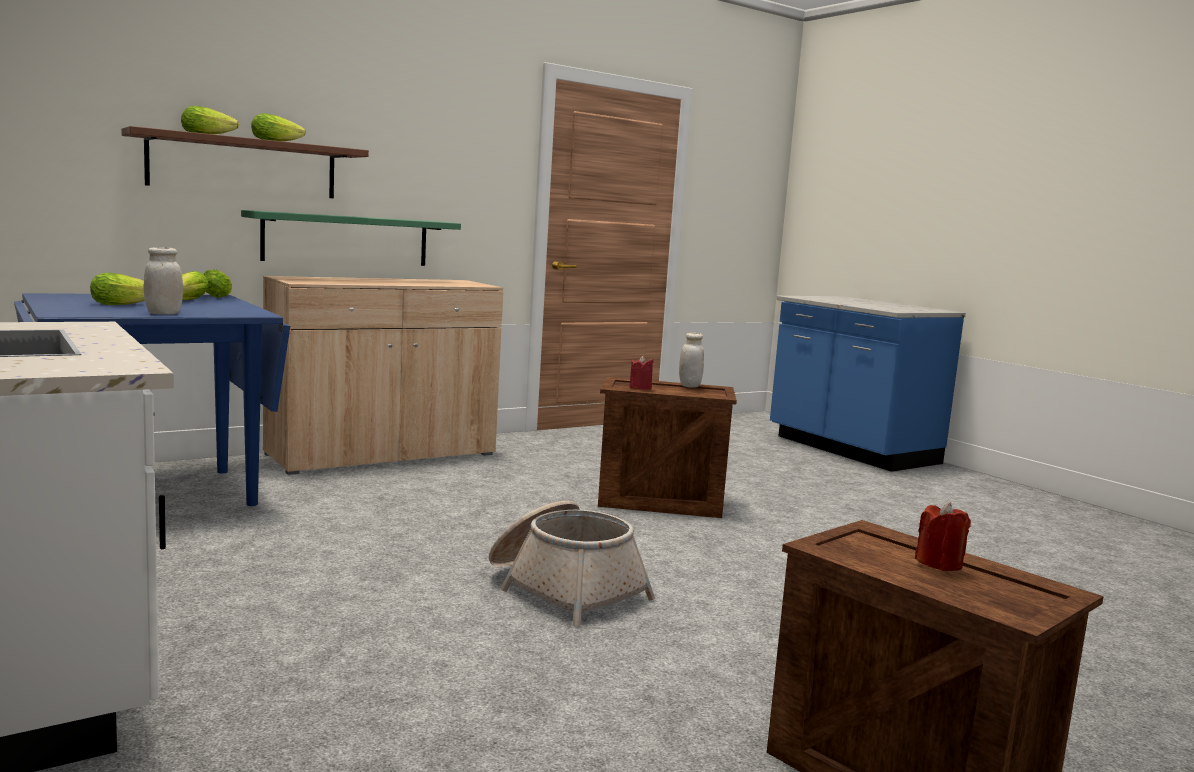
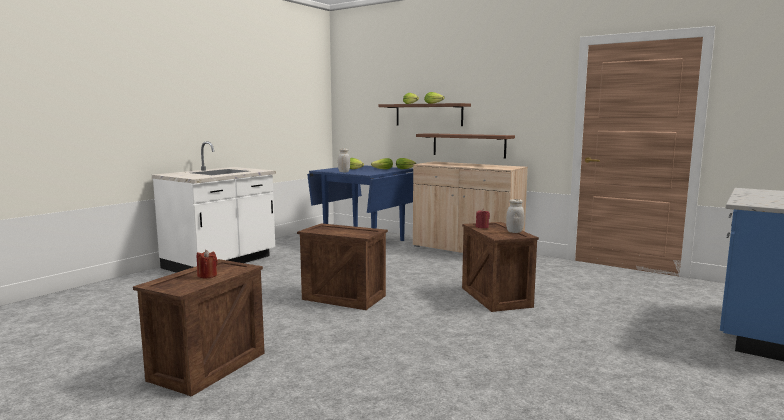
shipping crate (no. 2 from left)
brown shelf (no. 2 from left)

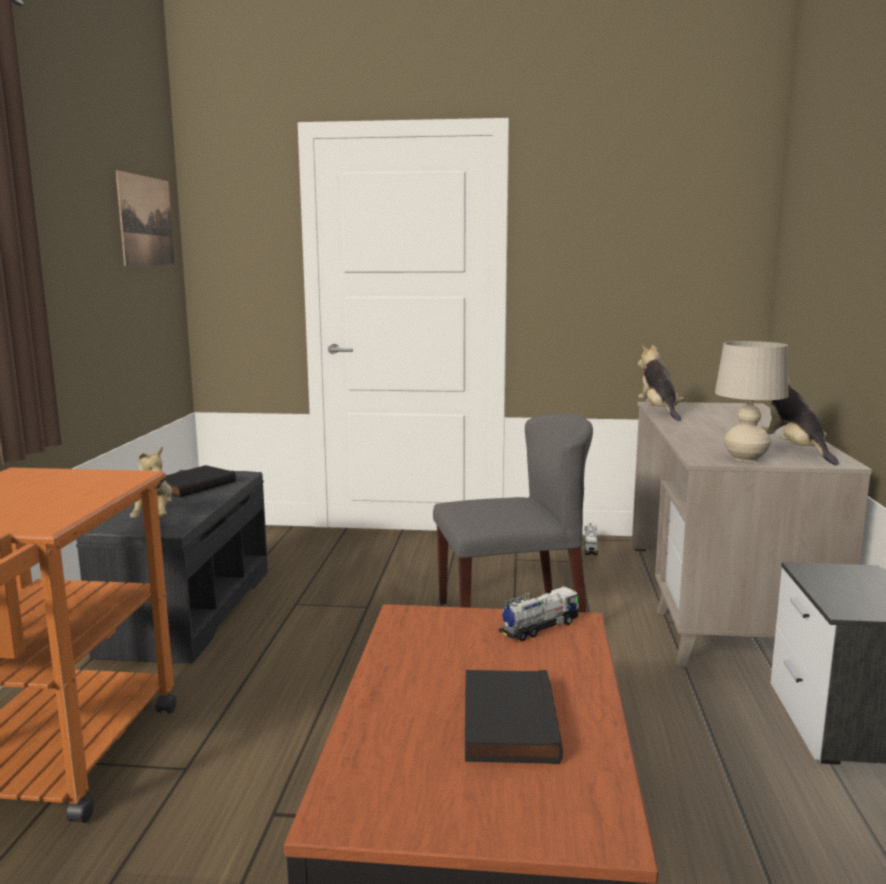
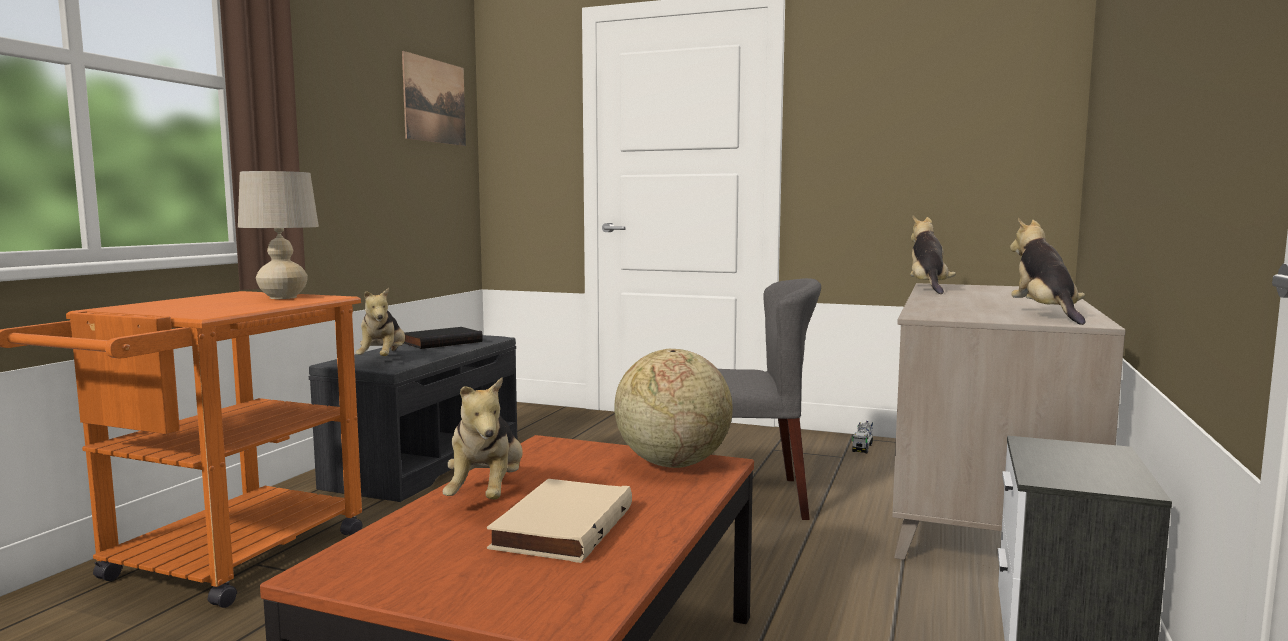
plush toy (no. 2 from left)
beige-coloured table lamp
globe
beige-coloured bound book

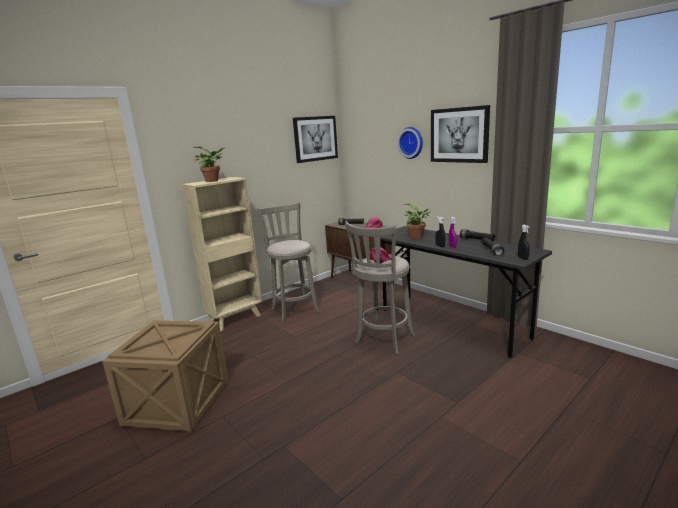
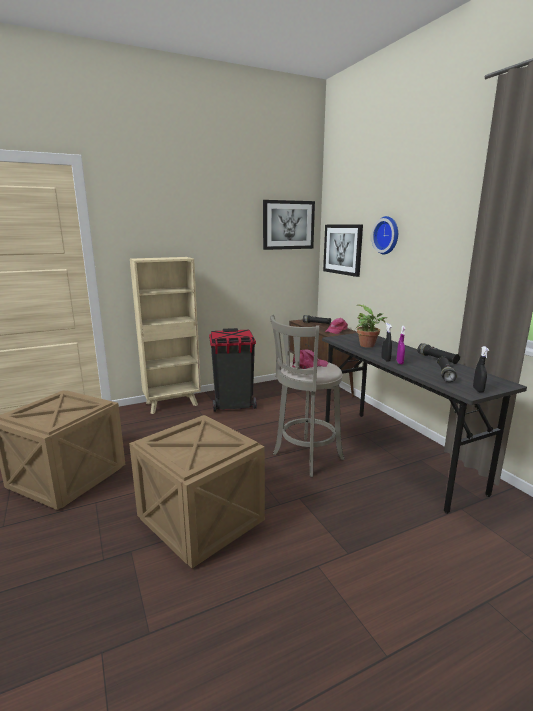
potted plant (no. 1 from left in the first image)
shipping crate (no. 2 from left)
picture (no. 2 from left)
black-coloured rubbish bin

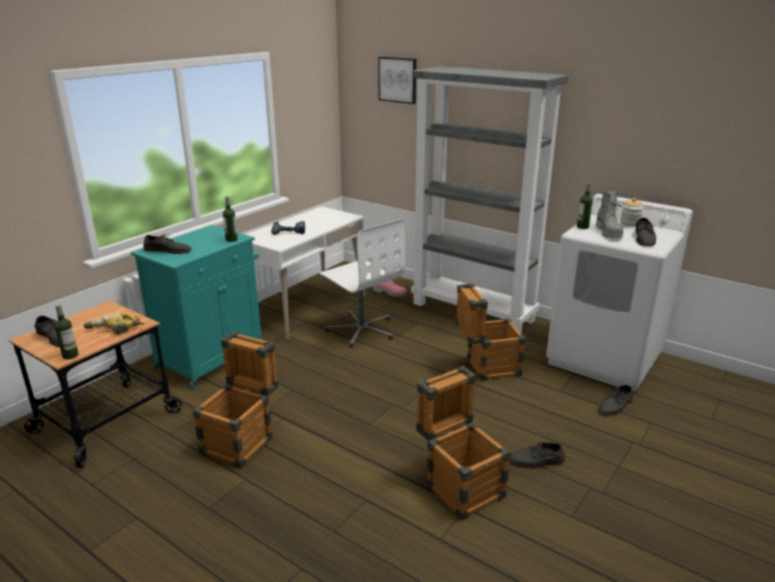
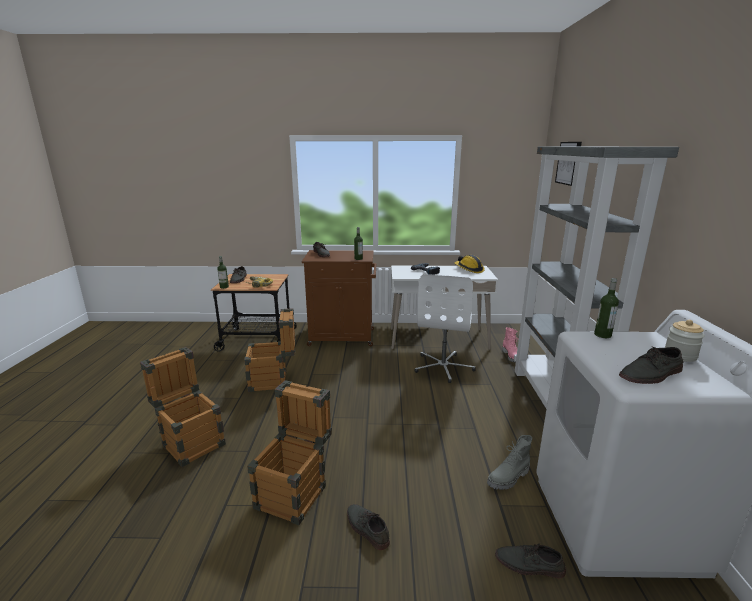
safety helmet
shipping crate (no. 1 from left)
greyish high-top boot
brown cabinet

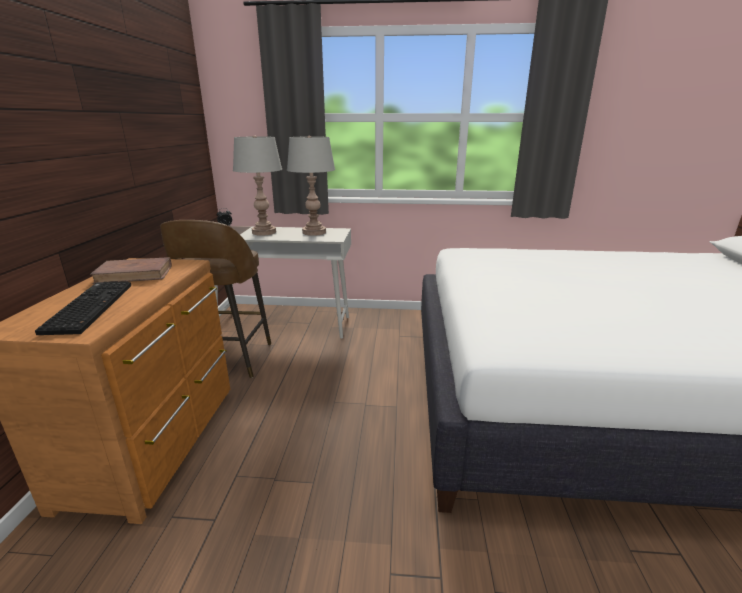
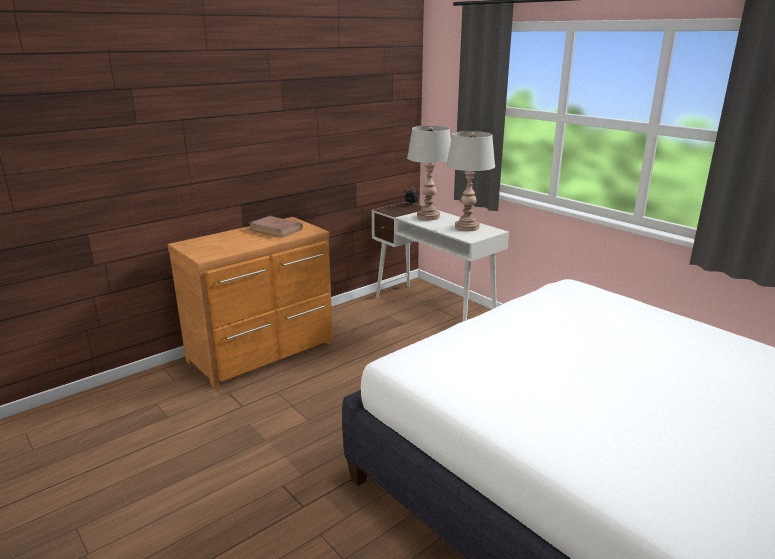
PC keyboard
brown stool

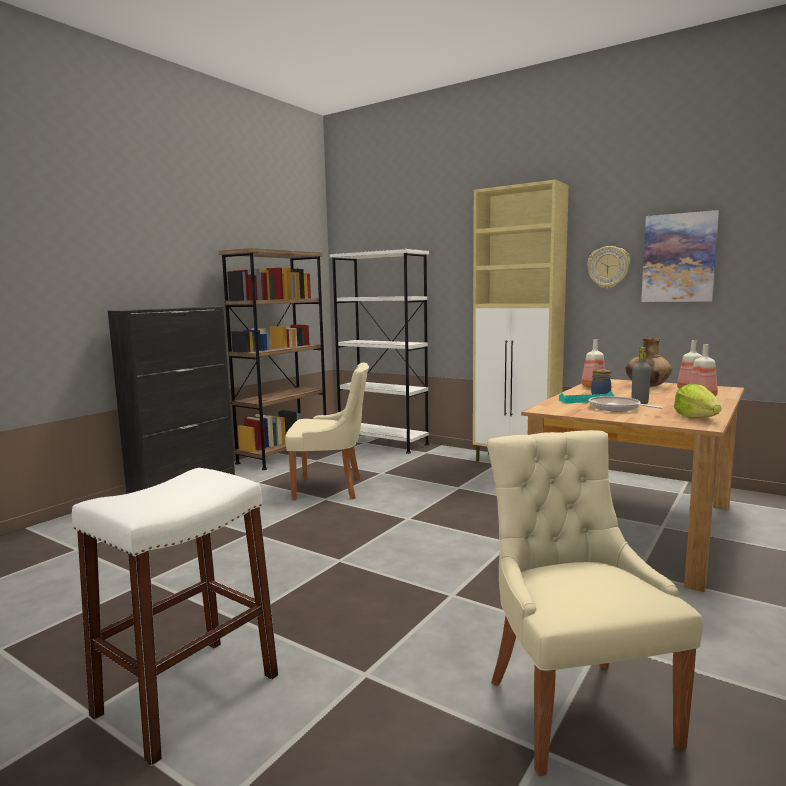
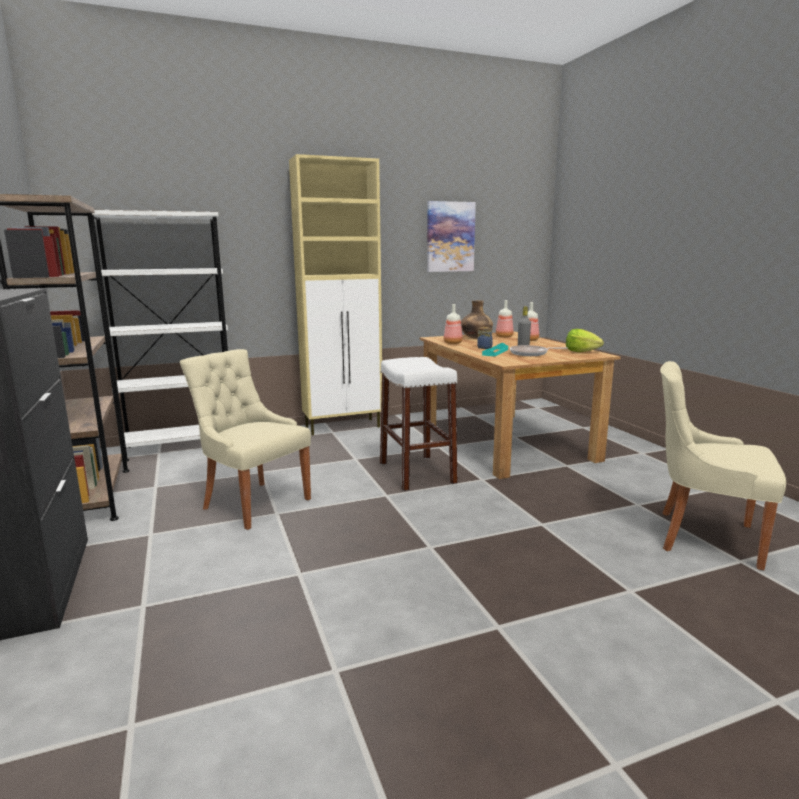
hanging clock
white stool
beige-coloured chair (no. 1 from left)

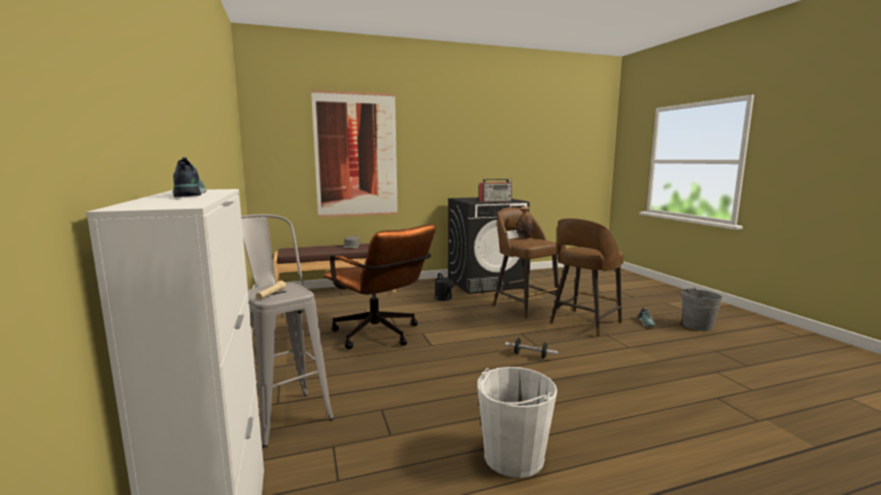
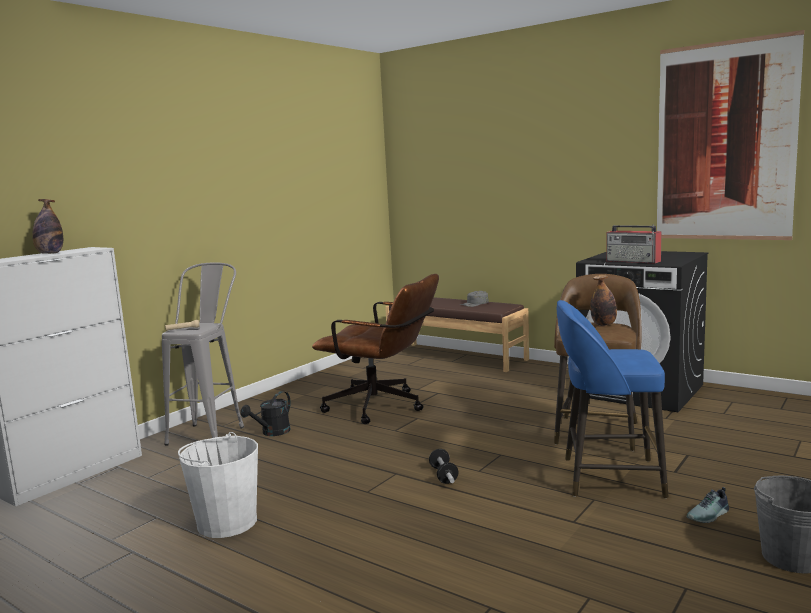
picture
black-coloured watering pot
beverage bottle (no. 1 from left)
blue-coloured stool
brown office chair

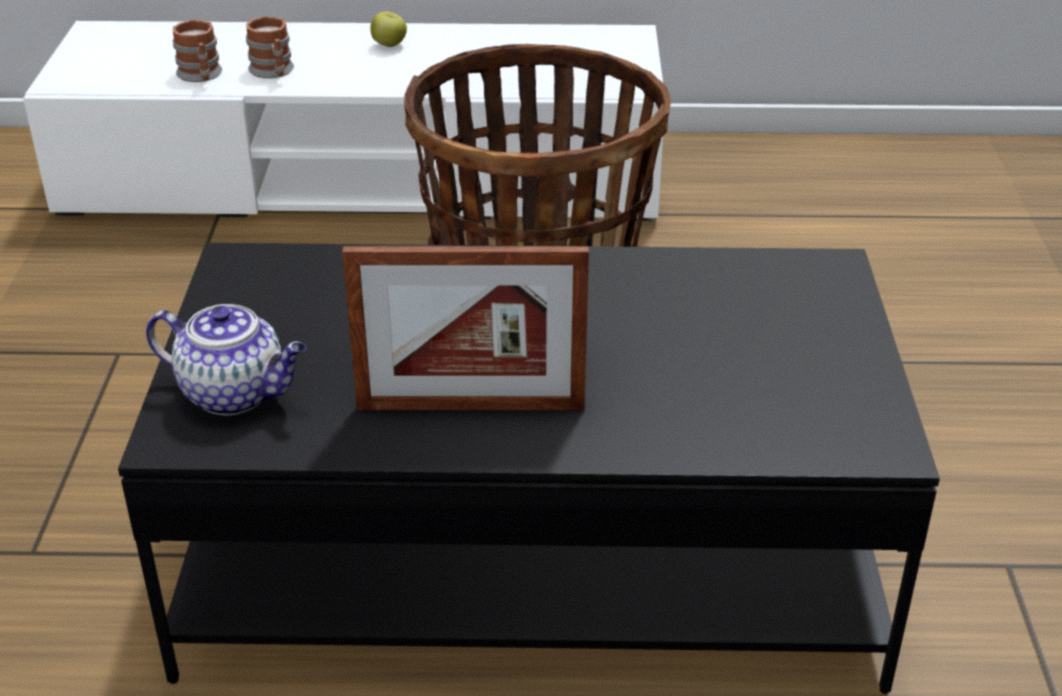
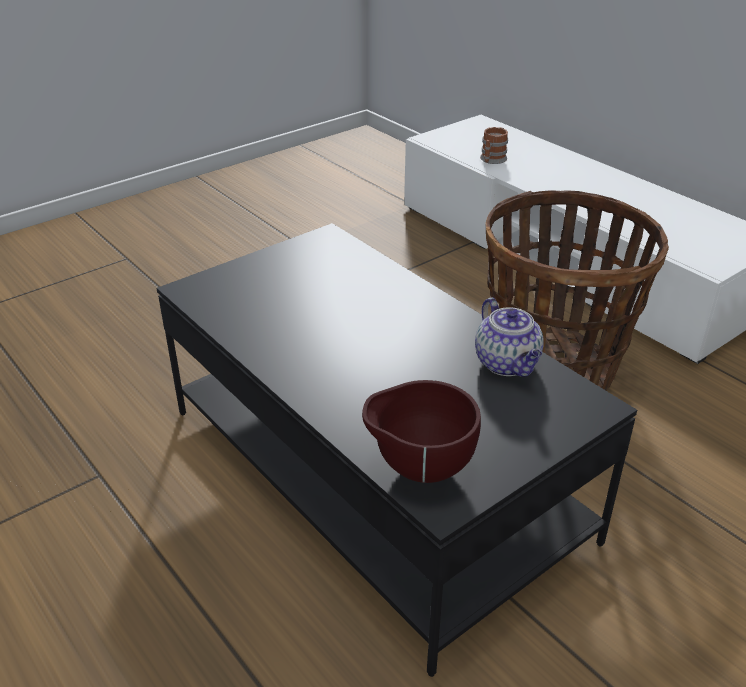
coffee mug (no. 2 from left in the first image)
standing frame
whole apple
brown deep dish
tea pot

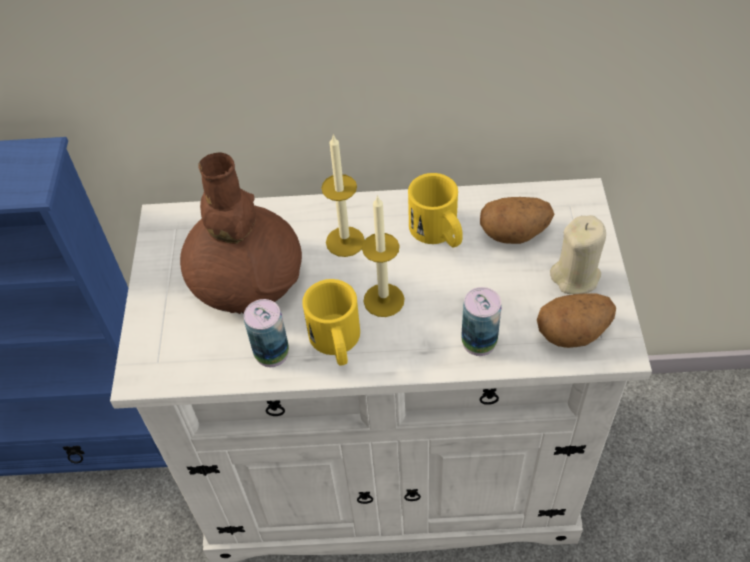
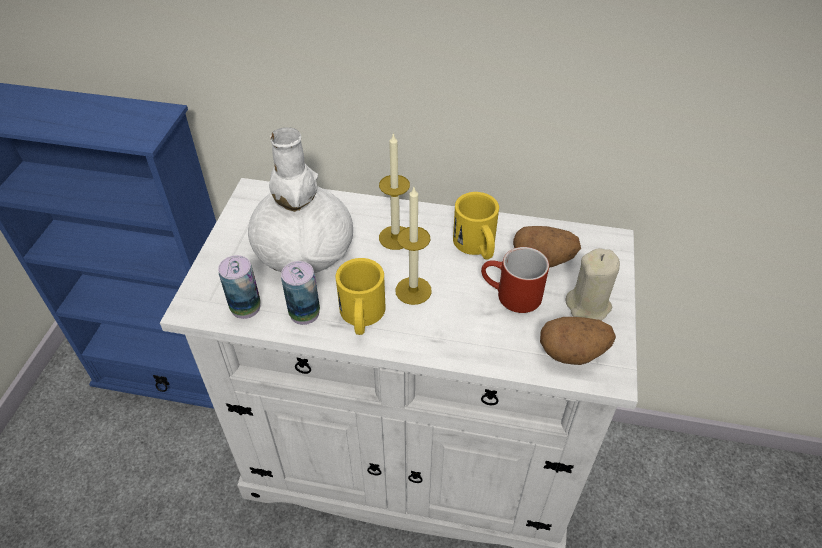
red coffee mug
can (no. 1 from left)
white decorative vase

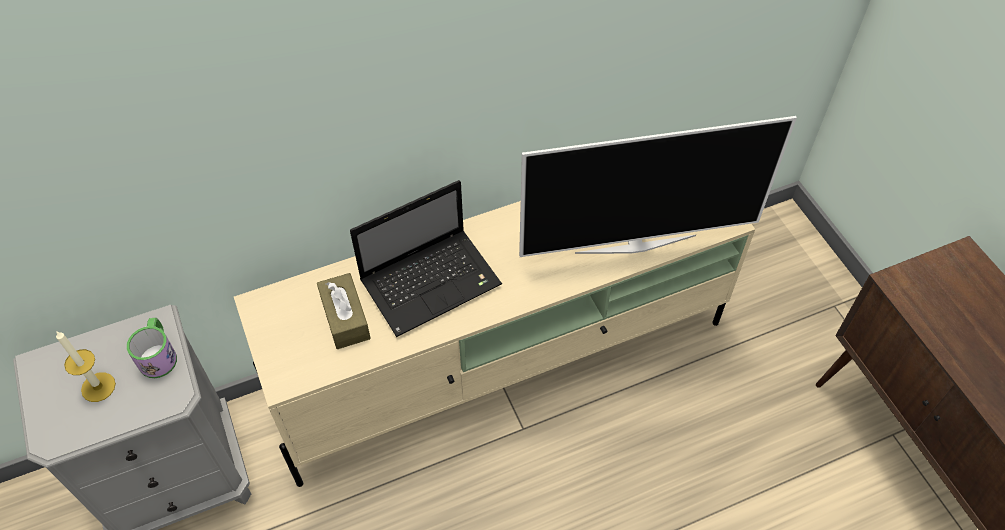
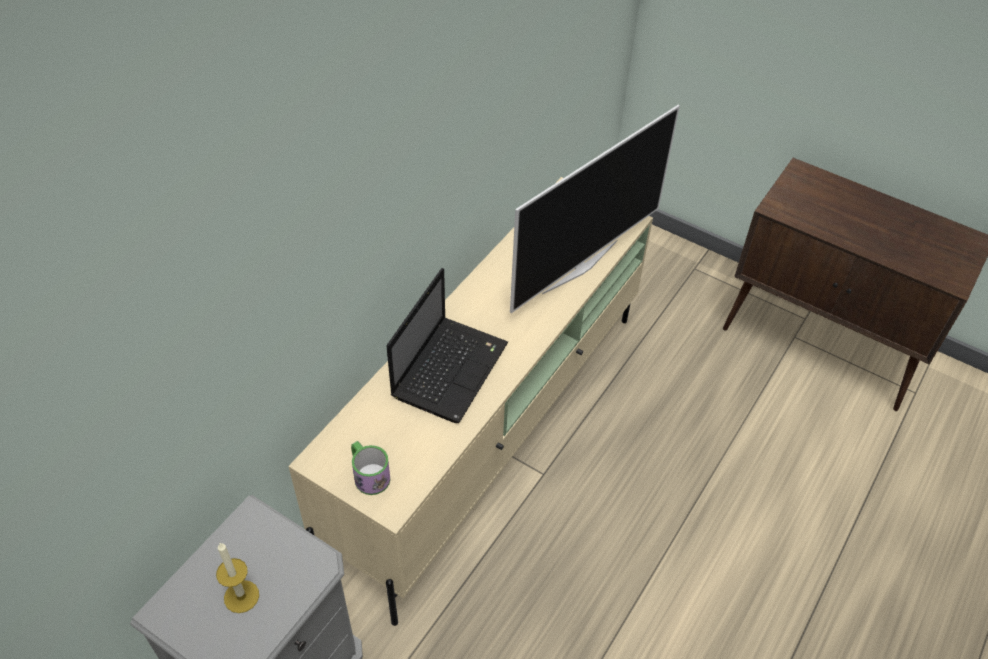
brown tissue holder
coffee mug

